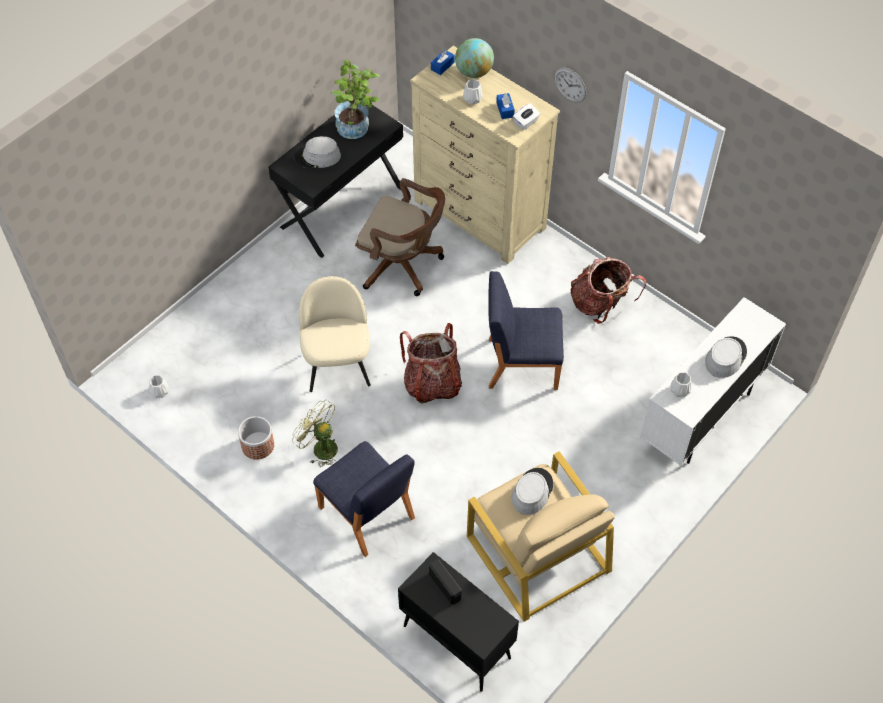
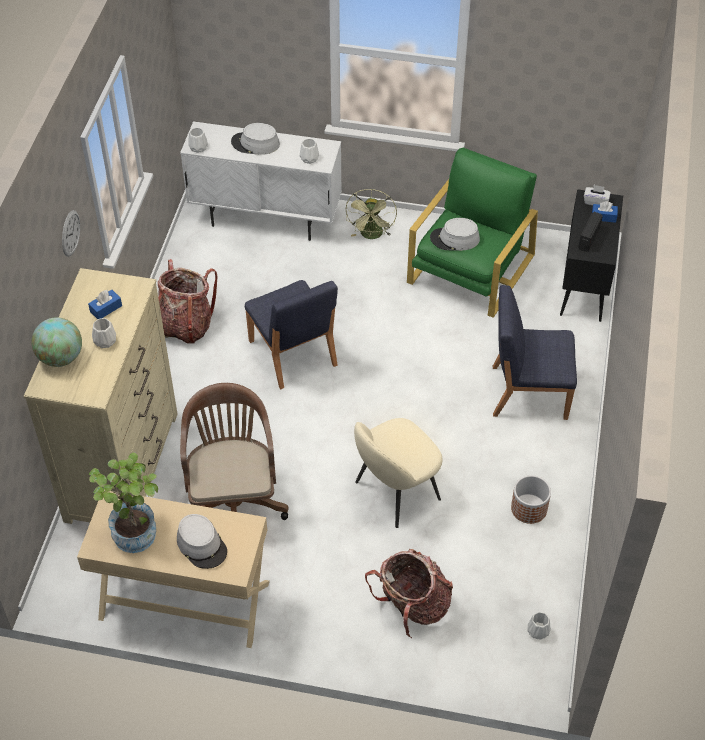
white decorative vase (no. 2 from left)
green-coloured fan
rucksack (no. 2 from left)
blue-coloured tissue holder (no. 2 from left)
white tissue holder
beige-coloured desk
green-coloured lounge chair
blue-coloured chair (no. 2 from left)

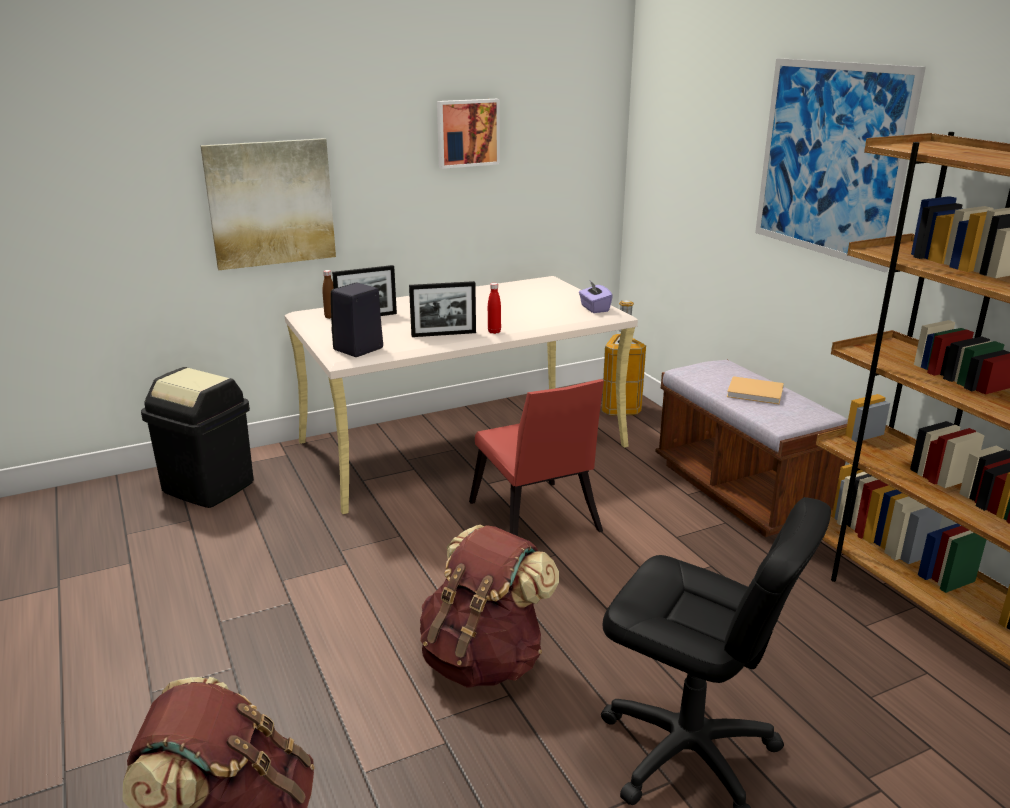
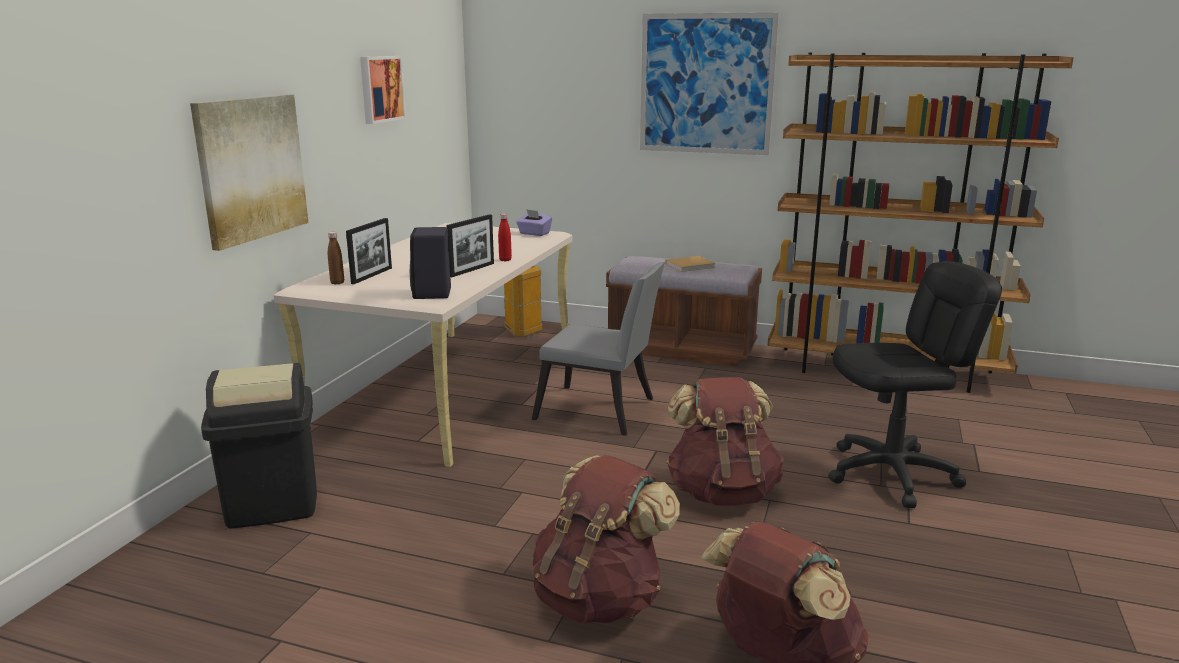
brown rucksack (no. 1 from left)
greyish chair

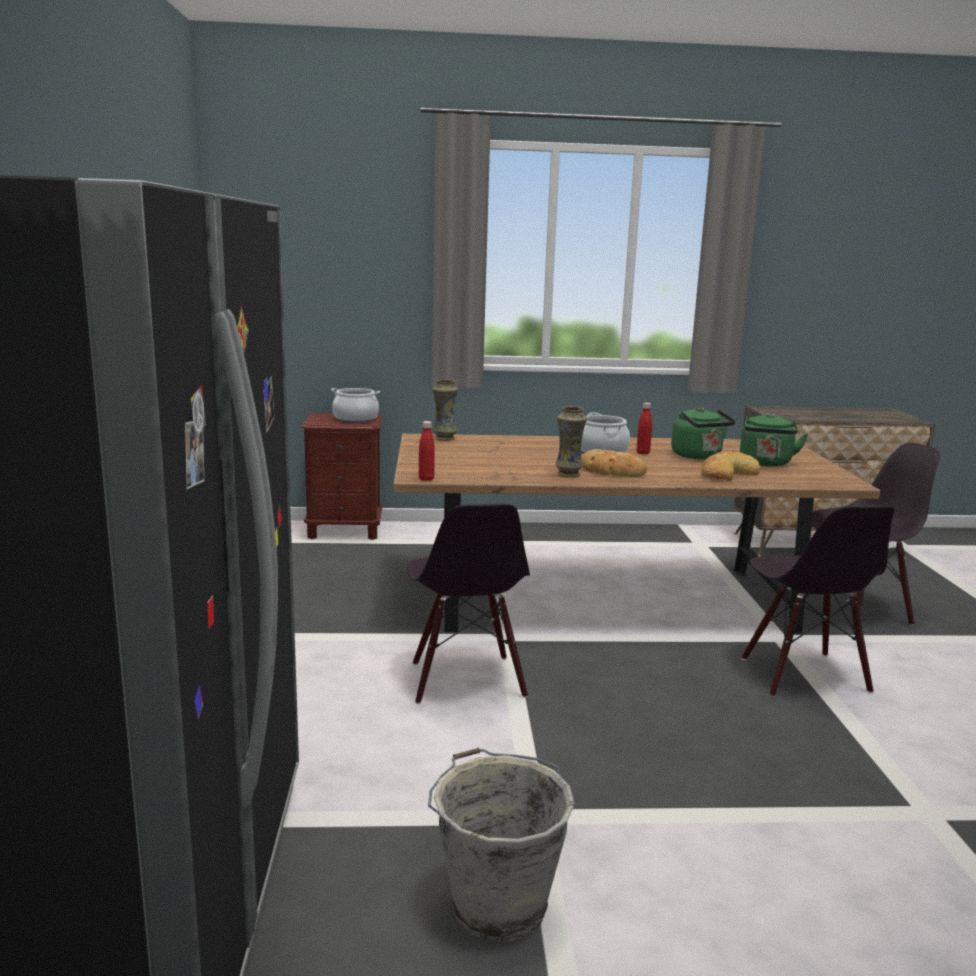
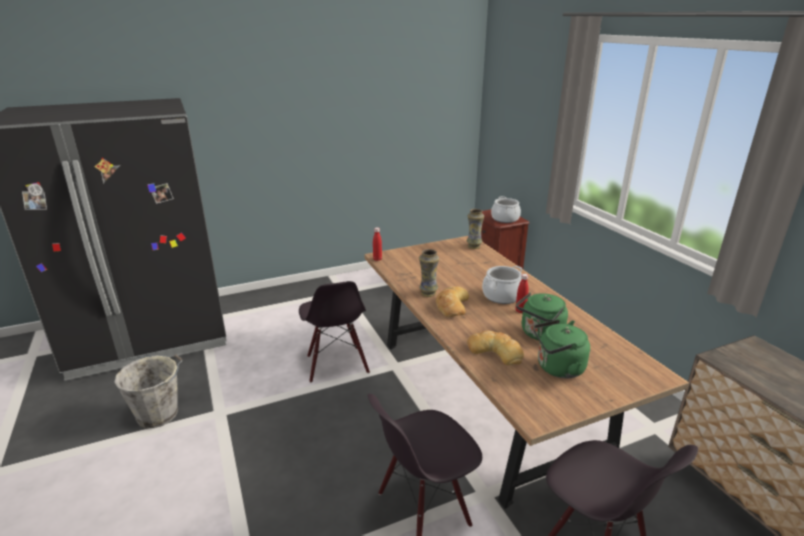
black-coloured chair (no. 1 from left)

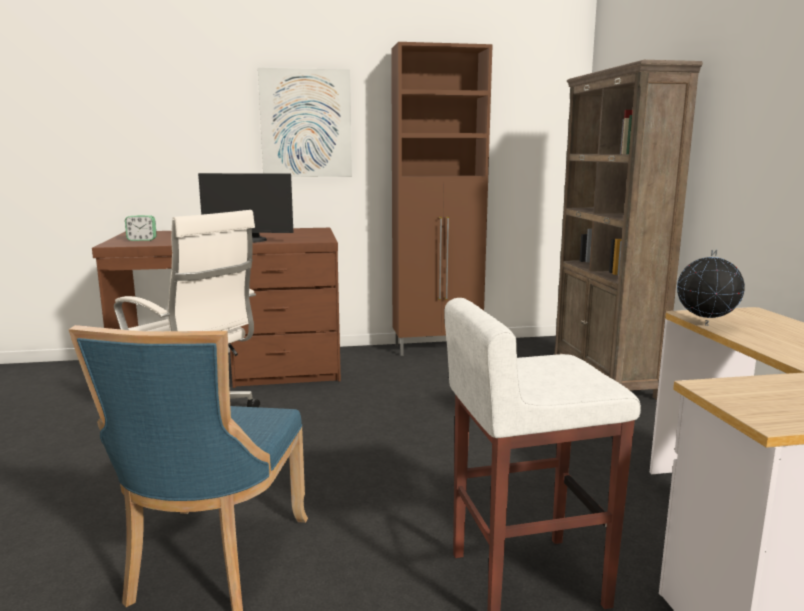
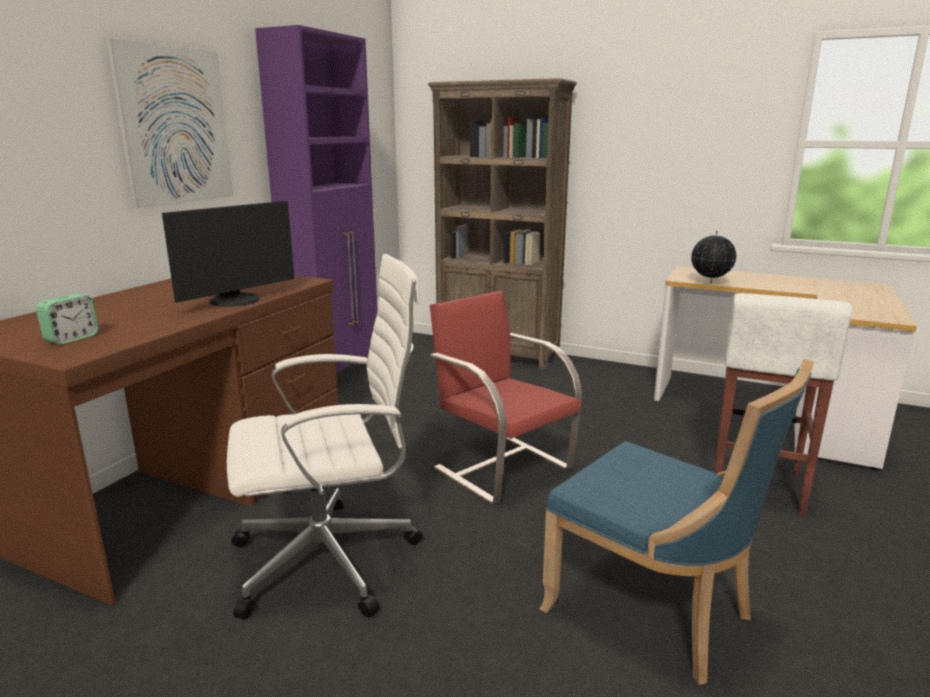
red chair
purple cabinet

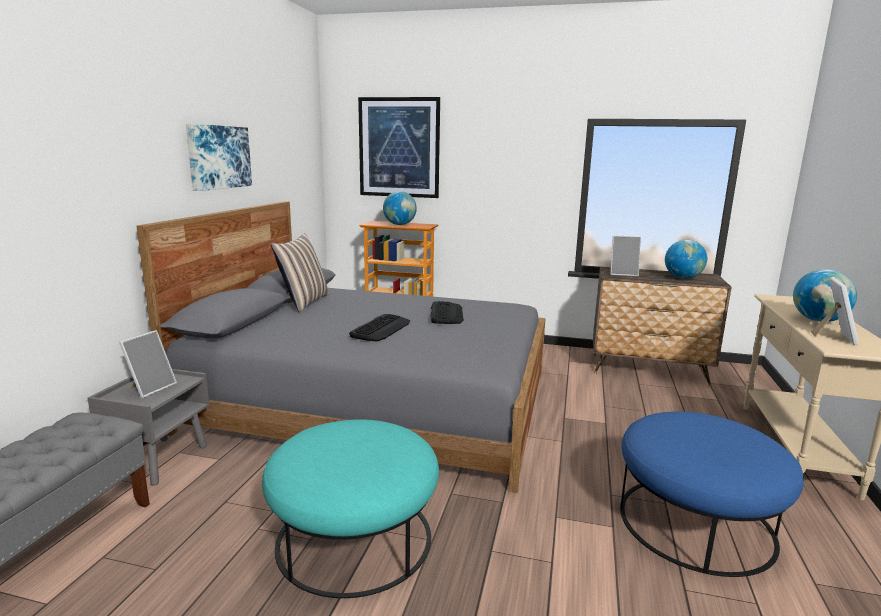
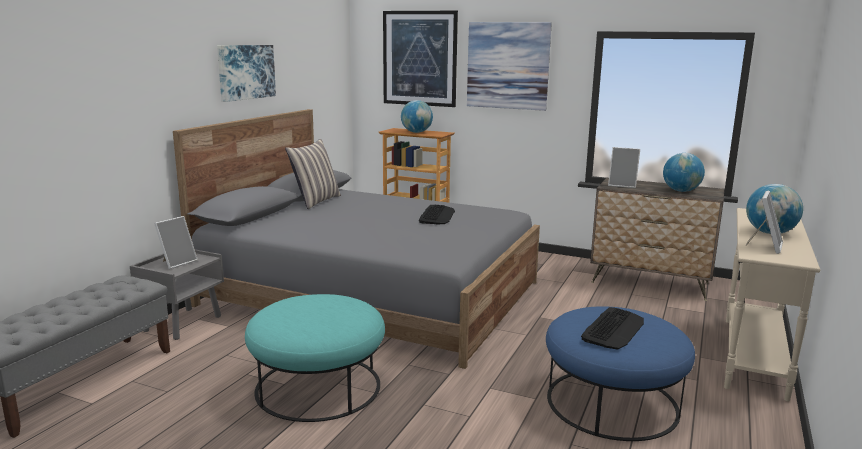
picture (no. 3 from left)
PC keyboard (no. 2 from left)

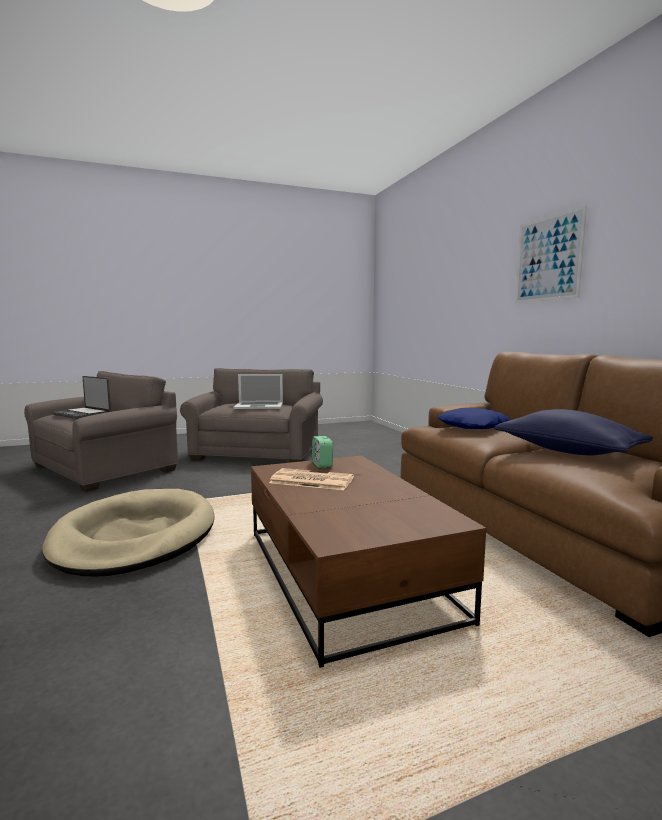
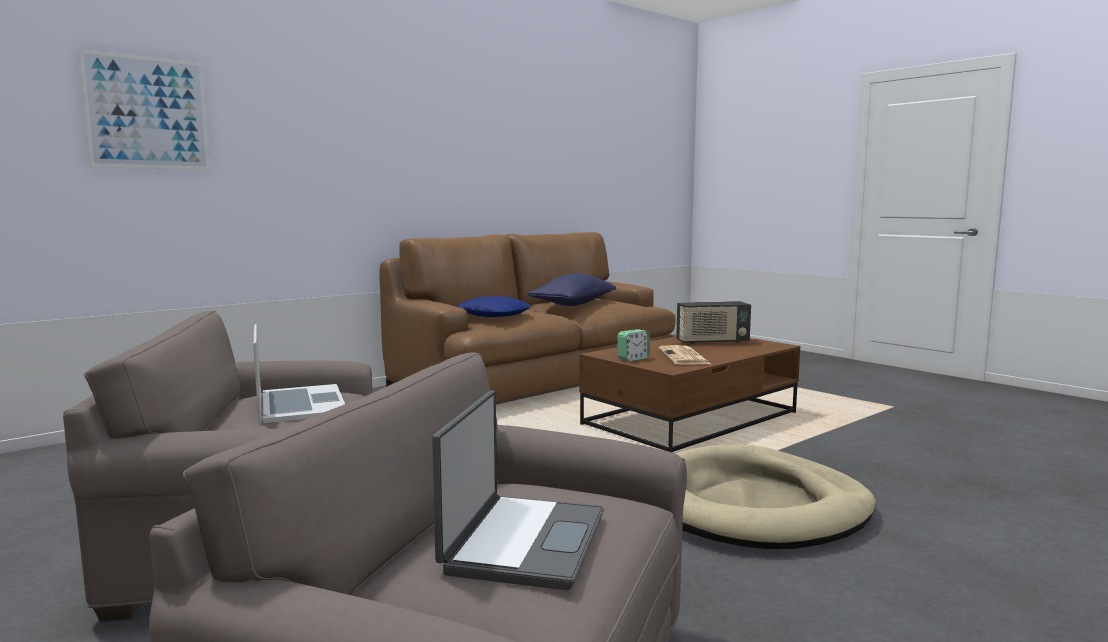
radio
picture

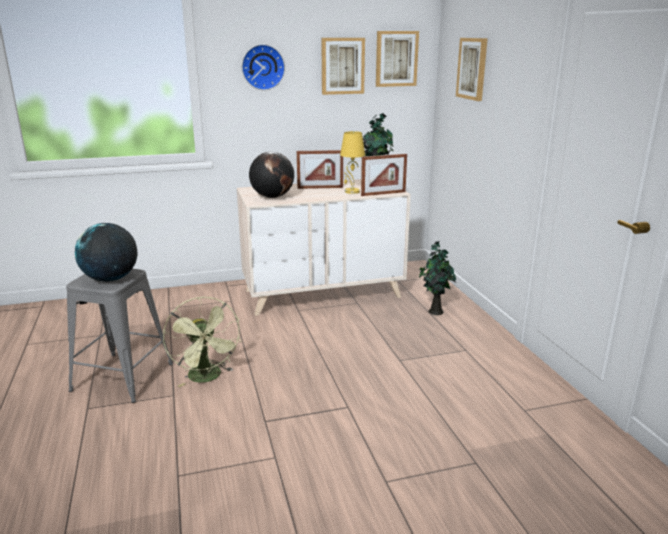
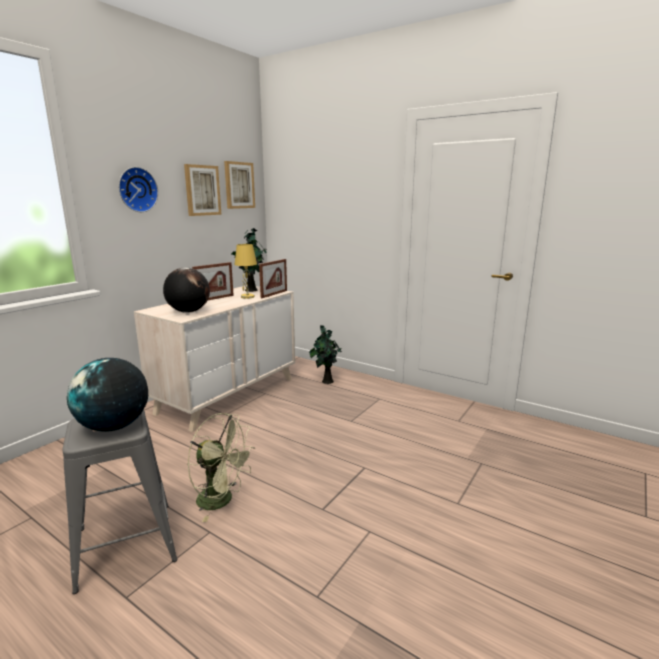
picture (no. 3 from left in the first image)

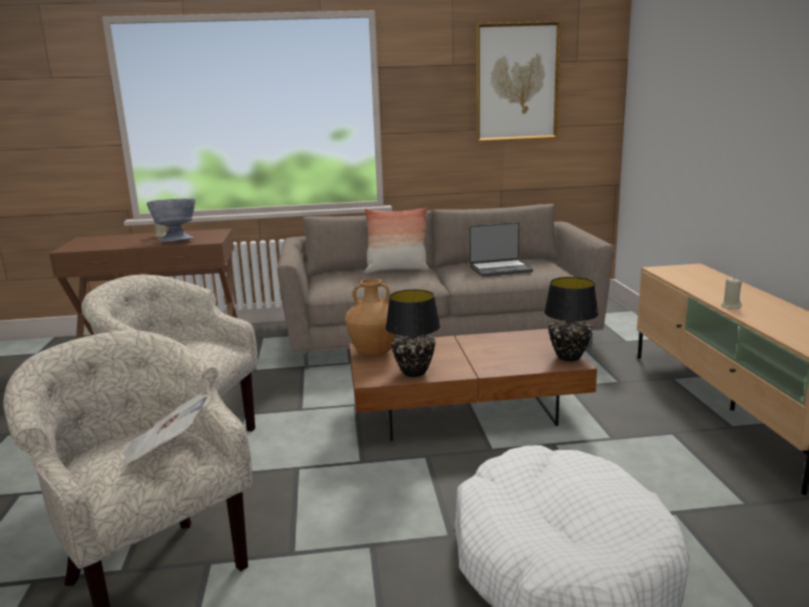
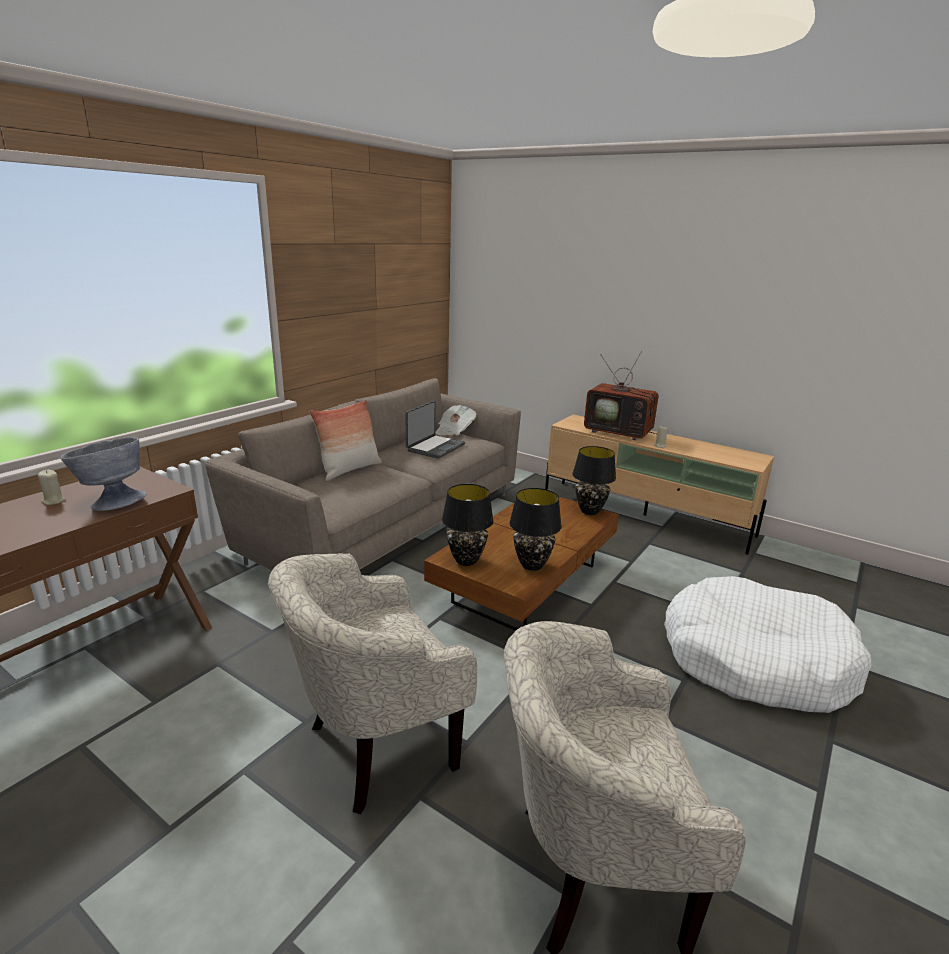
picture
TV
newspaper
black-coloured table lamp (no. 1 from left)

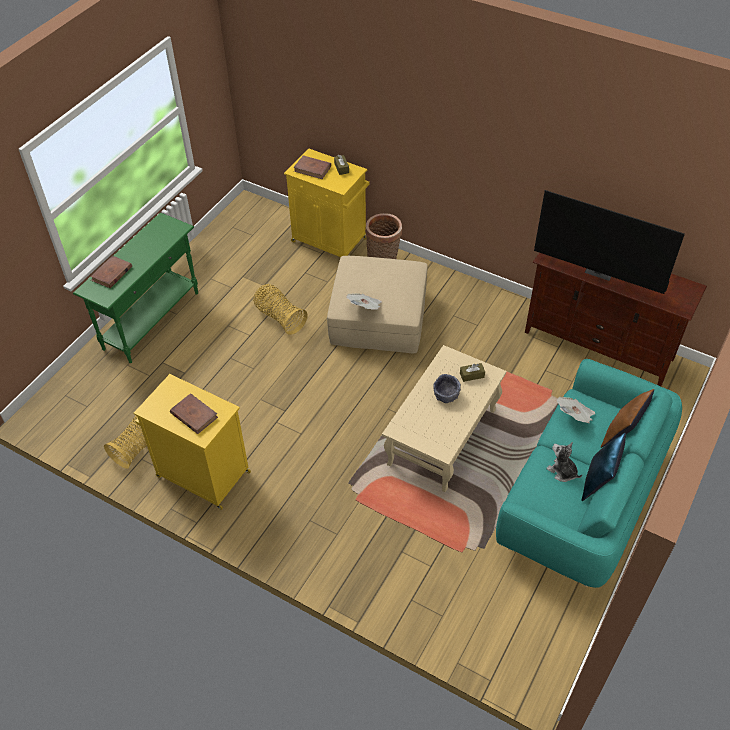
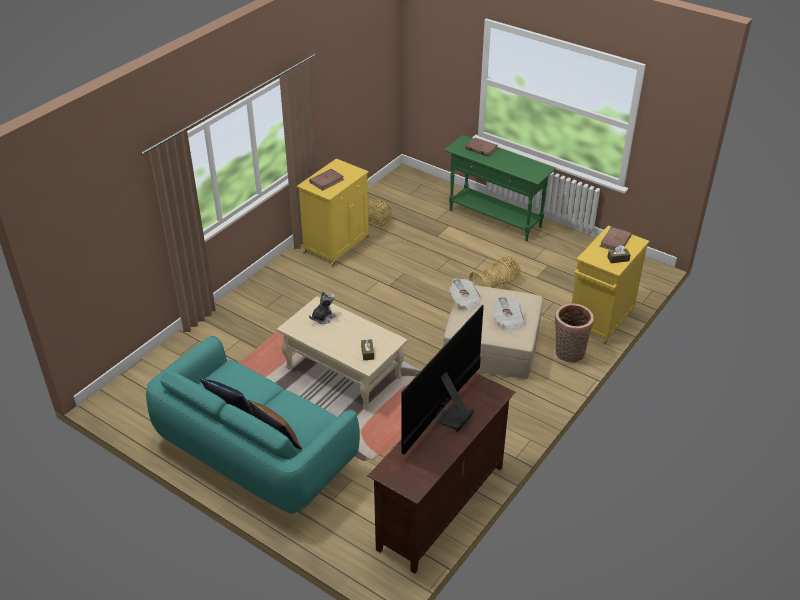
greyish deep dish
plush toy
newspaper (no. 2 from left)

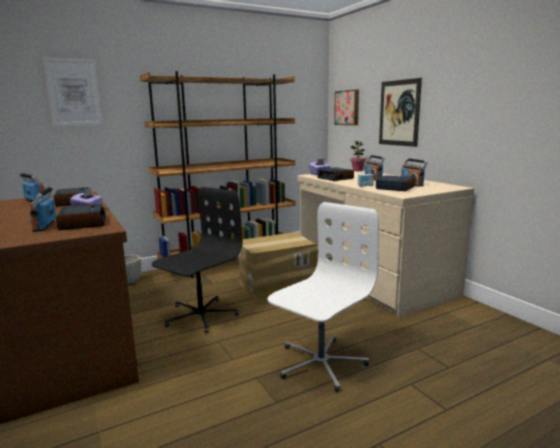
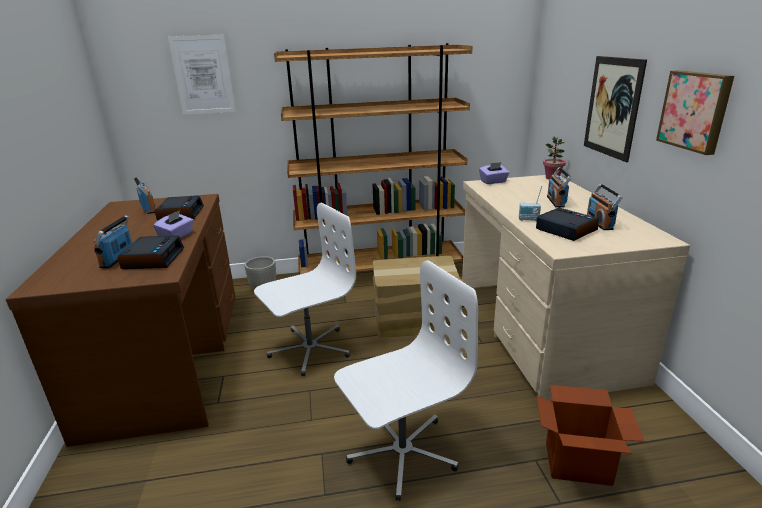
alarm clock (no. 3 from left in the first image)
carton (no. 2 from left)
picture (no. 3 from left)
white office chair (no. 1 from left)

